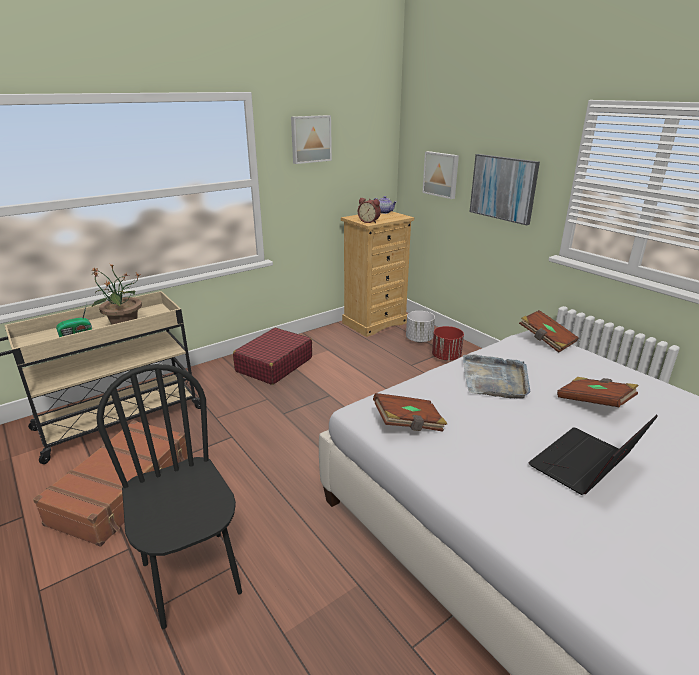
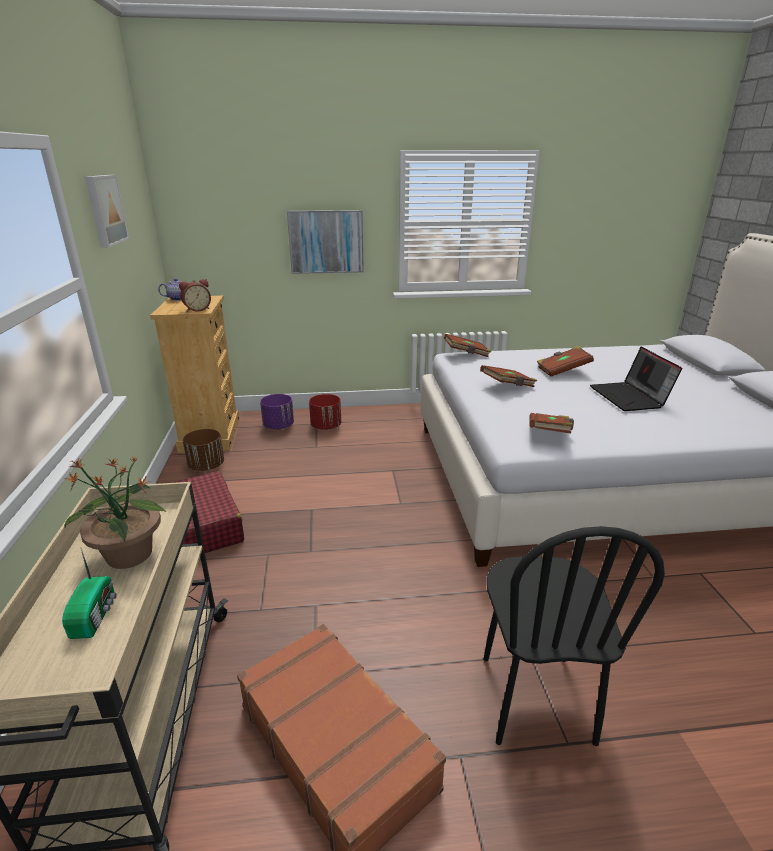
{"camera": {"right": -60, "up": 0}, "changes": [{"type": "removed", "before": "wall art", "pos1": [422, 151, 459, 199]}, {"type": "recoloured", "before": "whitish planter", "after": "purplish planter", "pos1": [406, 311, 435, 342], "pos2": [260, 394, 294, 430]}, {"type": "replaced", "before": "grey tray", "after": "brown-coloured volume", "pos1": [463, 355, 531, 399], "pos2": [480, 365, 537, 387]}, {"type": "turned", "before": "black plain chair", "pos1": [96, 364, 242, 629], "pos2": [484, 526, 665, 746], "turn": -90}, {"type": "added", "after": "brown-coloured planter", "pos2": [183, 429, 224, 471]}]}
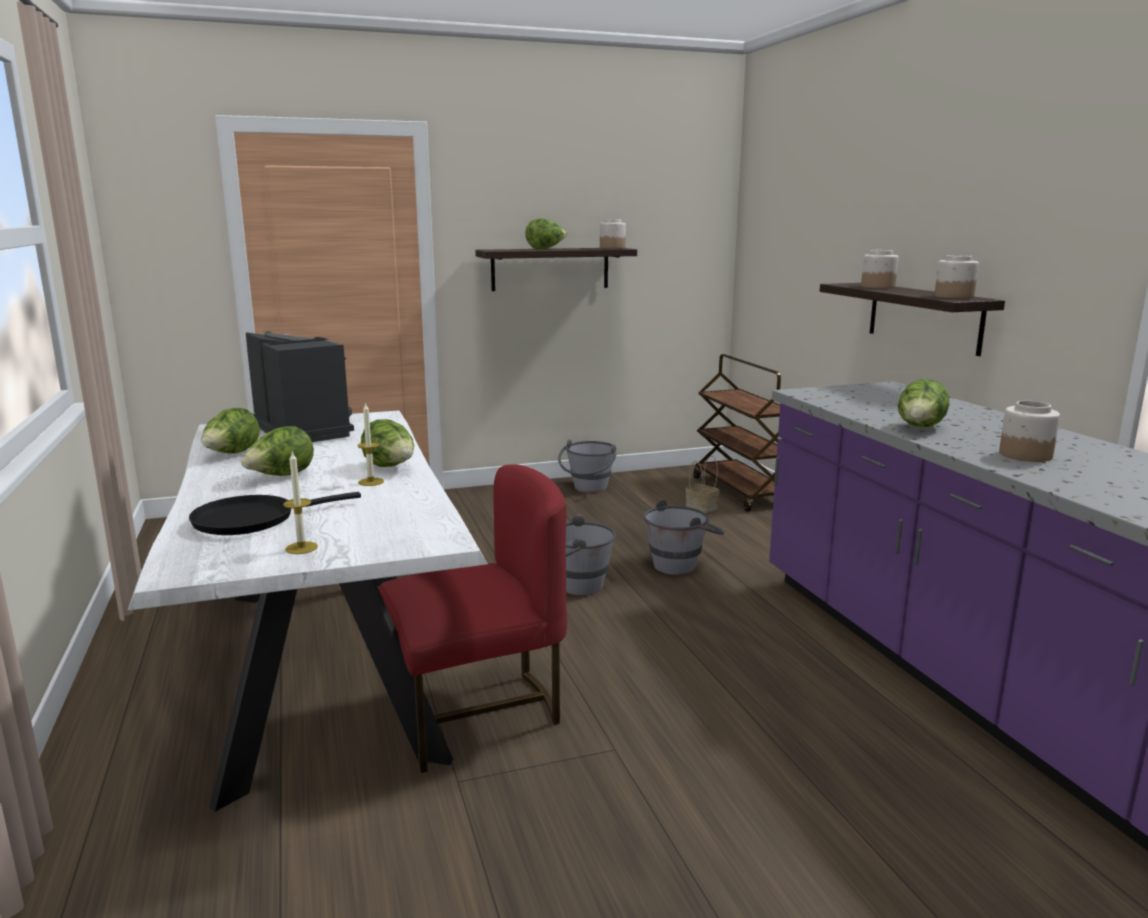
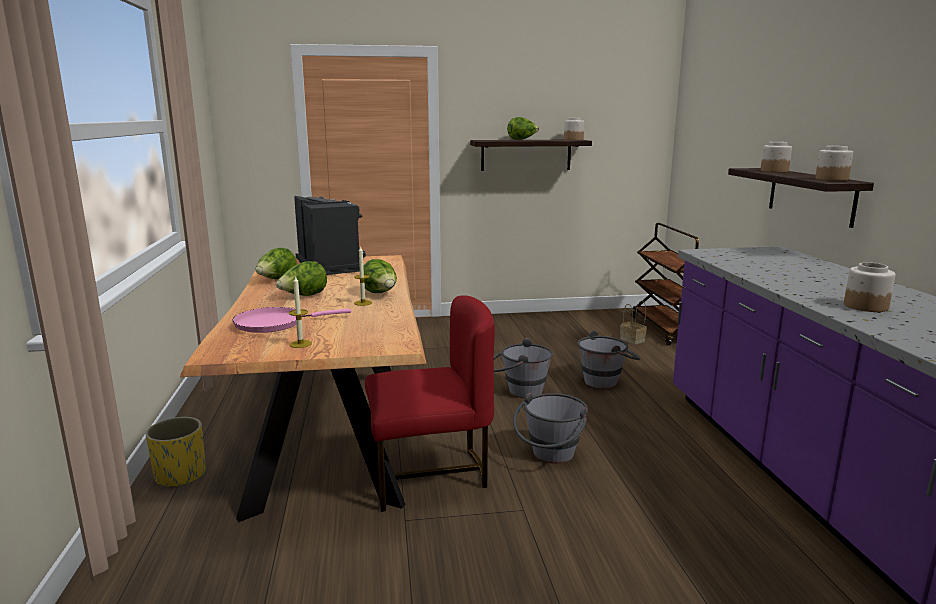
{"camera": {"right": 10, "up": 0}, "changes": [{"type": "removed", "before": "lettuce", "pos1": [898, 379, 949, 427]}, {"type": "recoloured", "before": "whitish kitchen table", "after": "brown-coloured kitchen table", "pos1": [128, 410, 488, 812], "pos2": [180, 255, 427, 522]}, {"type": "moved", "before": "grey water bucket", "pos1": [558, 439, 617, 493], "pos2": [513, 393, 588, 464]}, {"type": "recoloured", "before": "black frying pan", "after": "pink-coloured frying pan", "pos1": [189, 492, 361, 535], "pos2": [232, 307, 351, 333]}, {"type": "added", "after": "yellow planter", "pos2": [145, 417, 206, 489]}]}
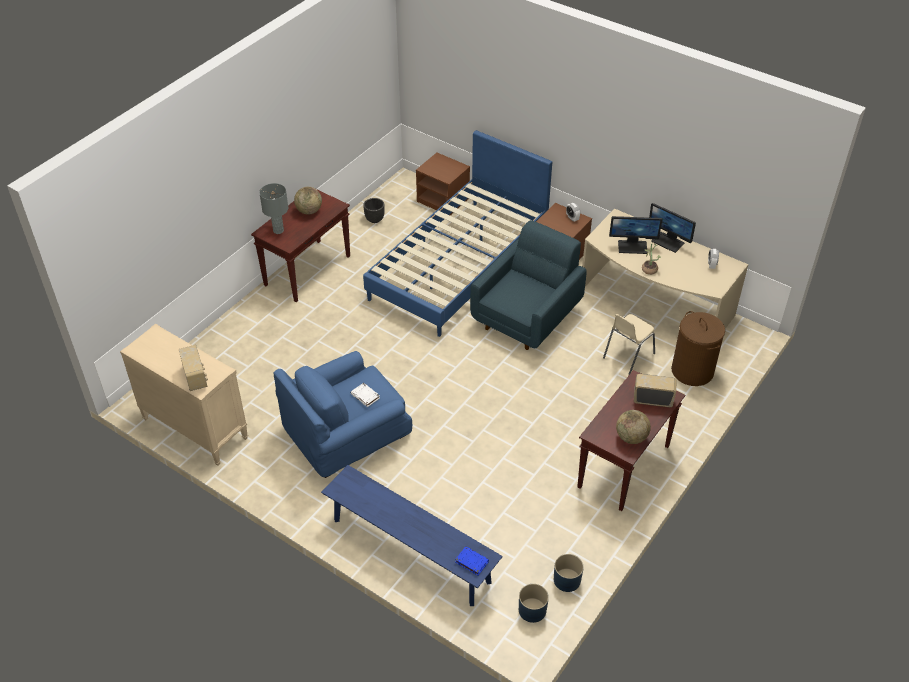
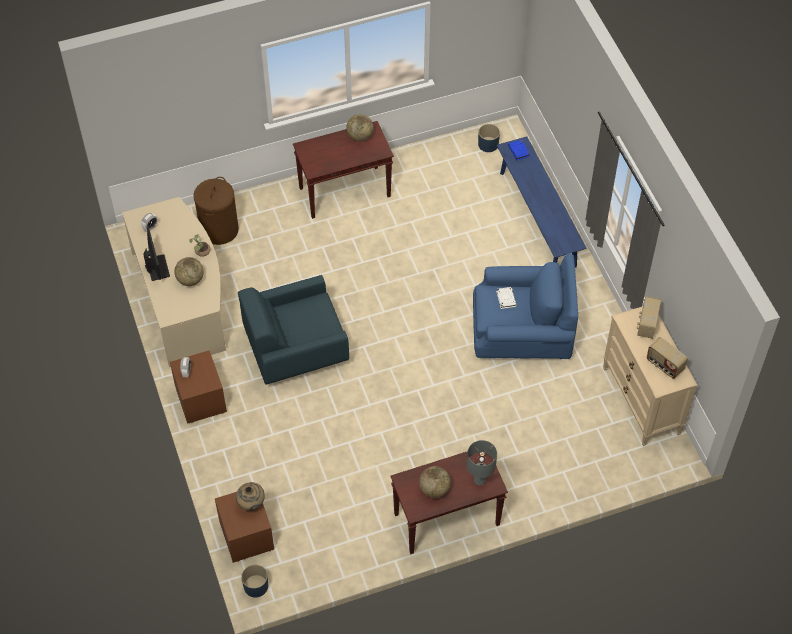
{"camera": {"right": -145, "up": 10}, "changes": [{"type": "removed", "before": "blue bed", "pos1": [363, 130, 552, 337]}, {"type": "removed", "before": "black planter", "pos1": [363, 198, 385, 223]}, {"type": "replaced", "before": "computer display", "after": "world globe", "pos1": [609, 216, 662, 254], "pos2": [174, 257, 204, 286]}, {"type": "removed", "before": "sand-coloured plain chair", "pos1": [603, 314, 655, 375]}, {"type": "moved", "before": "radio", "pos1": [634, 374, 677, 407], "pos2": [647, 337, 688, 379]}, {"type": "moved", "before": "blue planter", "pos1": [554, 554, 584, 592], "pos2": [241, 565, 268, 597]}, {"type": "added", "after": "sand-coloured decorative vase", "pos2": [236, 482, 265, 511]}]}
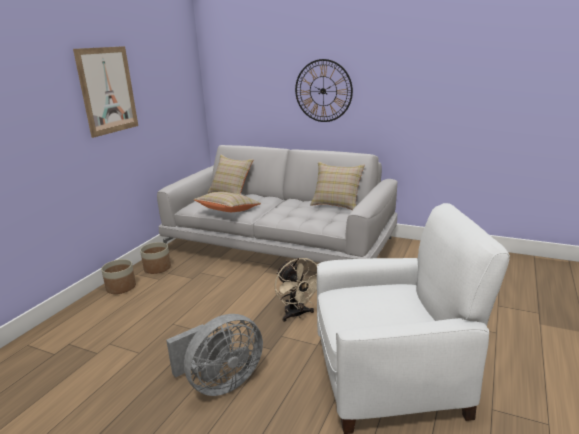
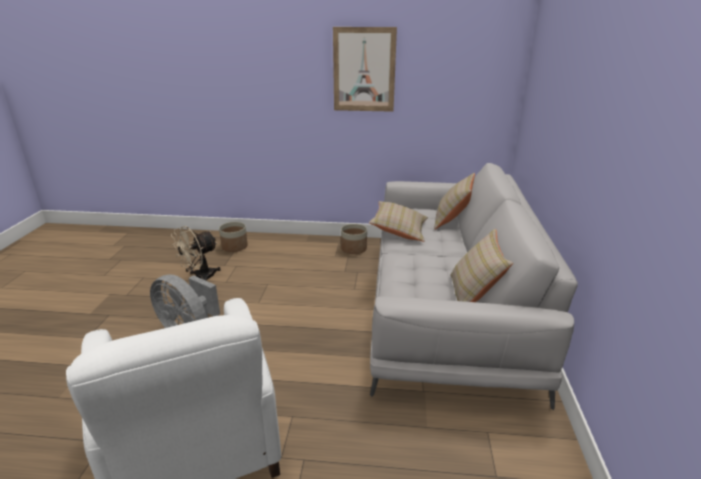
{"camera": {"right": 70, "up": 5}, "changes": [{"type": "removed", "before": "clock on the wall", "pos1": [295, 59, 353, 122]}, {"type": "moved", "before": "sand-coloured cooling fan", "pos1": [275, 258, 317, 322], "pos2": [171, 226, 221, 281]}, {"type": "moved", "before": "planter", "pos1": [101, 259, 136, 294], "pos2": [219, 222, 248, 252]}]}
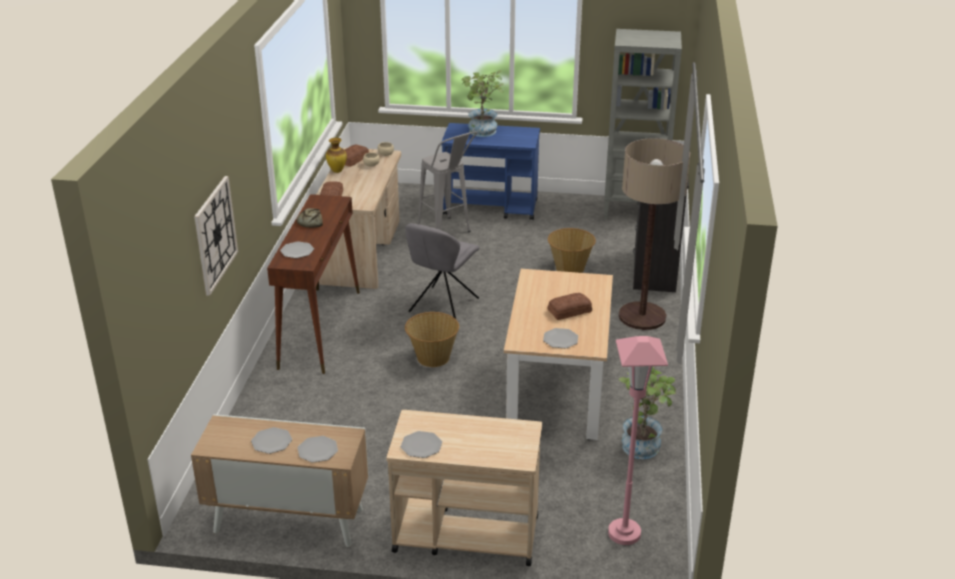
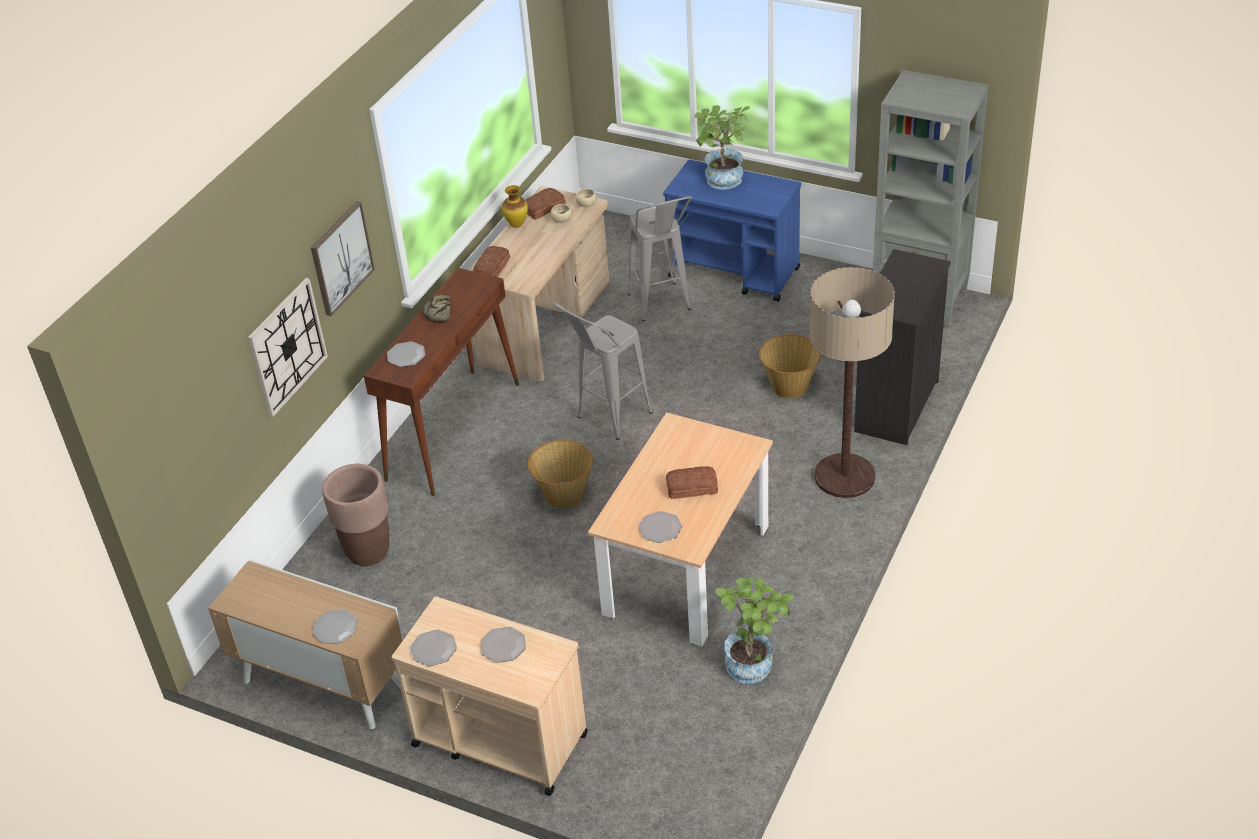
{"camera": {"right": 20, "up": 10}, "changes": [{"type": "replaced", "before": "grey plain chair", "after": "grey stool seat", "pos1": [405, 223, 480, 319], "pos2": [553, 302, 653, 440]}, {"type": "removed", "before": "pink-coloured standard lamp", "pos1": [608, 336, 668, 545]}, {"type": "moved", "before": "dinner plate", "pos1": [251, 427, 292, 454], "pos2": [480, 627, 526, 663]}, {"type": "added", "after": "wall art", "pos2": [311, 201, 375, 316]}, {"type": "added", "after": "brown-coloured planter", "pos2": [322, 464, 390, 566]}]}
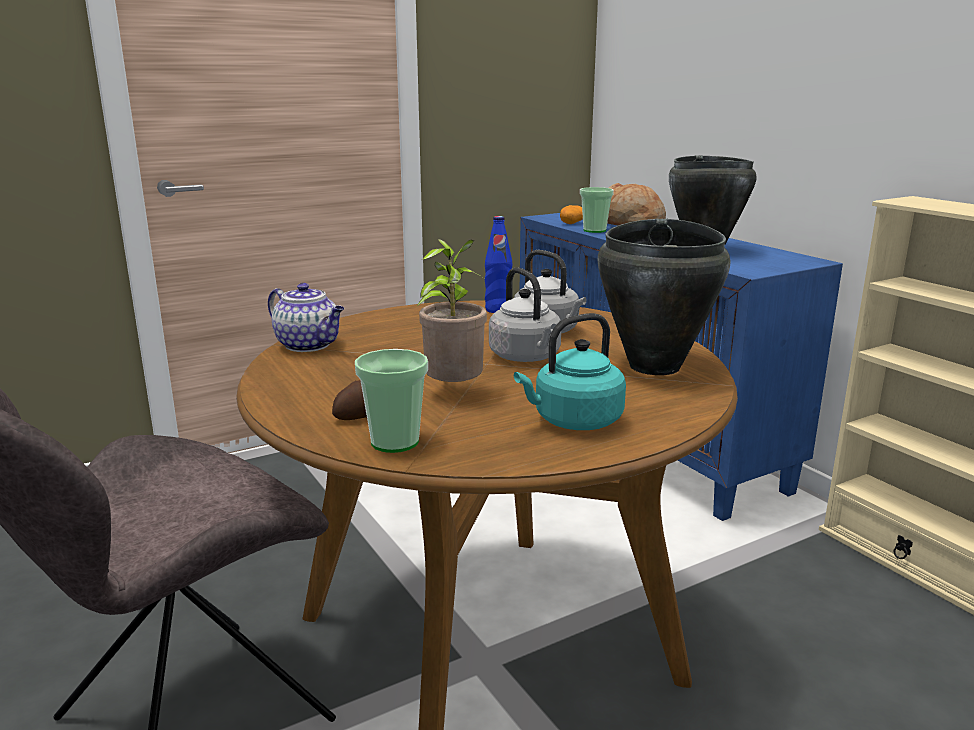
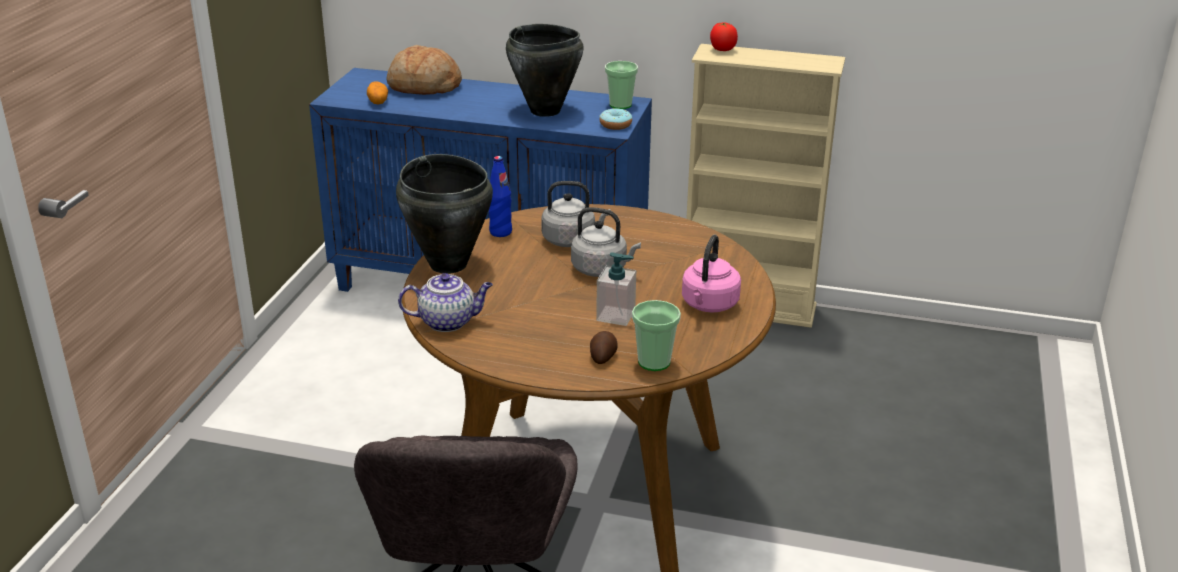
{"camera": {"right": -45, "up": 10}, "changes": [{"type": "moved", "before": "drinking cup", "pos1": [580, 187, 614, 233], "pos2": [605, 61, 638, 109]}, {"type": "moved", "before": "black saucepot", "pos1": [598, 218, 731, 375], "pos2": [396, 154, 493, 274]}, {"type": "replaced", "before": "houseplant", "after": "soap dispenser", "pos1": [417, 239, 487, 382], "pos2": [596, 252, 636, 326]}, {"type": "recoloured", "before": "blue-green water kettle", "after": "pink-coloured water kettle", "pos1": [514, 313, 626, 430], "pos2": [682, 235, 741, 312]}, {"type": "added", "after": "tomato", "pos2": [710, 23, 738, 51]}, {"type": "added", "after": "ring doughnut", "pos2": [599, 108, 632, 130]}]}
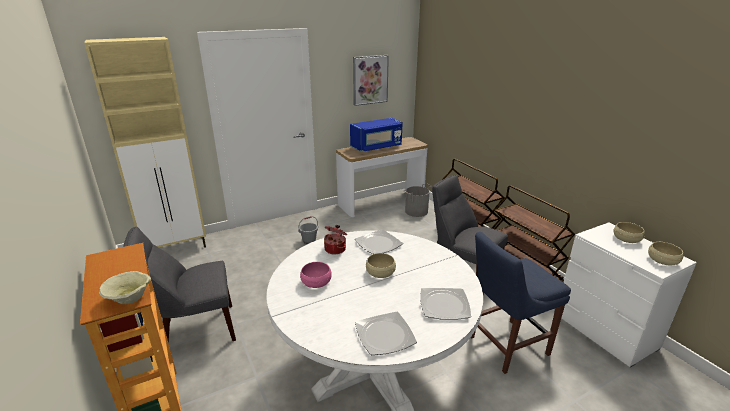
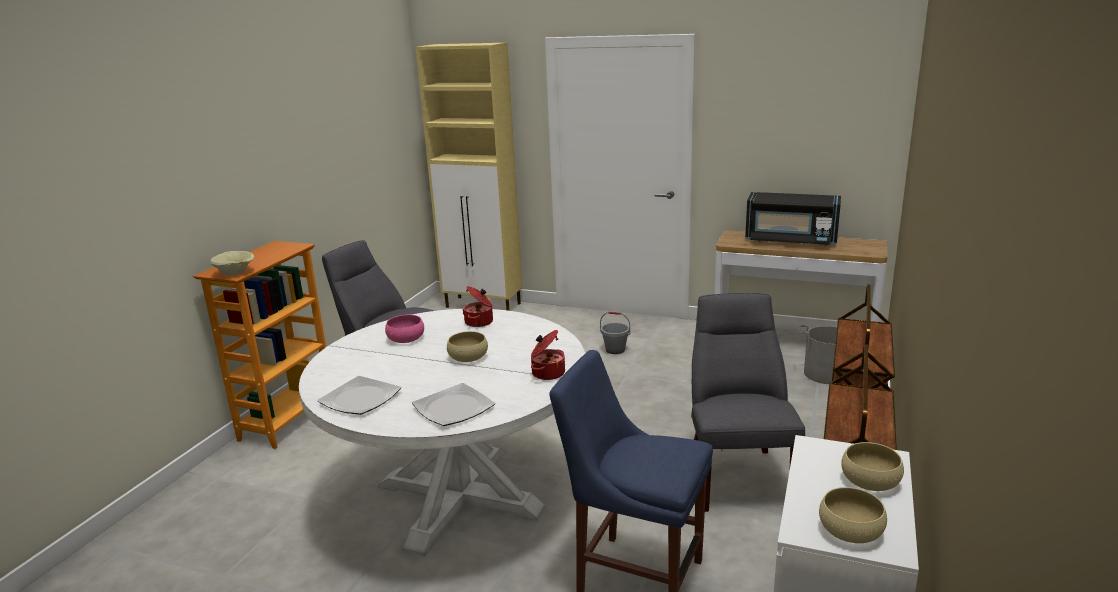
{"camera": {"right": 50, "up": -5}, "changes": [{"type": "removed", "before": "wall art", "pos1": [353, 55, 389, 106]}, {"type": "recoloured", "before": "blue kitchen microwave", "after": "black kitchen microwave", "pos1": [350, 118, 403, 152], "pos2": [745, 192, 841, 246]}, {"type": "removed", "before": "dinner plate", "pos1": [355, 229, 403, 254]}, {"type": "added", "after": "saucepot", "pos2": [531, 330, 565, 380]}]}
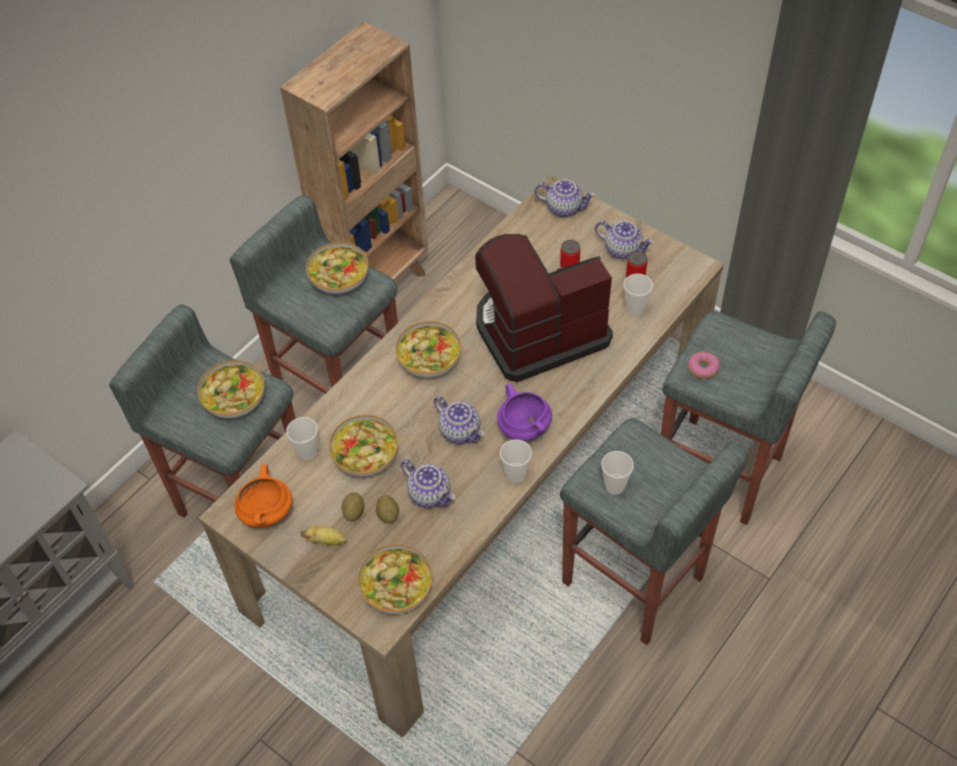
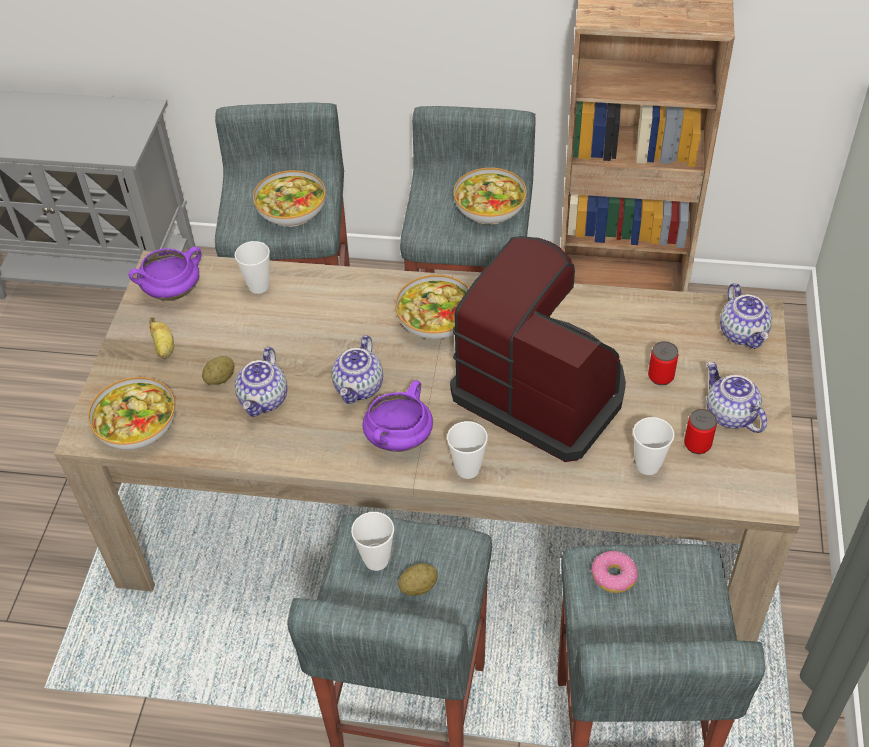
{"camera": {"right": 60, "up": -5}, "changes": [{"type": "turned", "before": "pot for tea", "pos1": [595, 221, 654, 260], "pos2": [707, 362, 767, 433], "turn": 150}, {"type": "removed", "before": "deep dish", "pos1": [329, 415, 398, 477]}, {"type": "moved", "before": "drinking cup", "pos1": [500, 439, 532, 483], "pos2": [447, 421, 488, 479]}, {"type": "recoloured", "before": "orangey saucepot", "after": "purplish saucepot", "pos1": [234, 464, 292, 528], "pos2": [129, 247, 201, 301]}, {"type": "moved", "before": "potato", "pos1": [341, 492, 365, 522], "pos2": [398, 563, 438, 596]}]}
